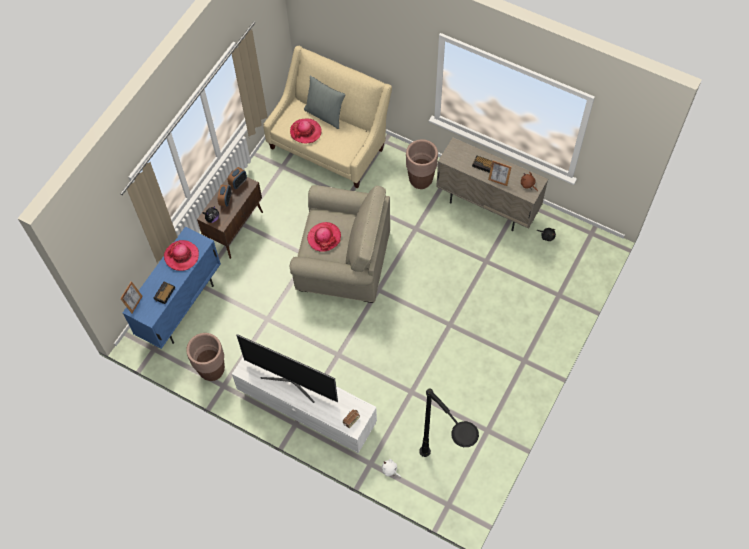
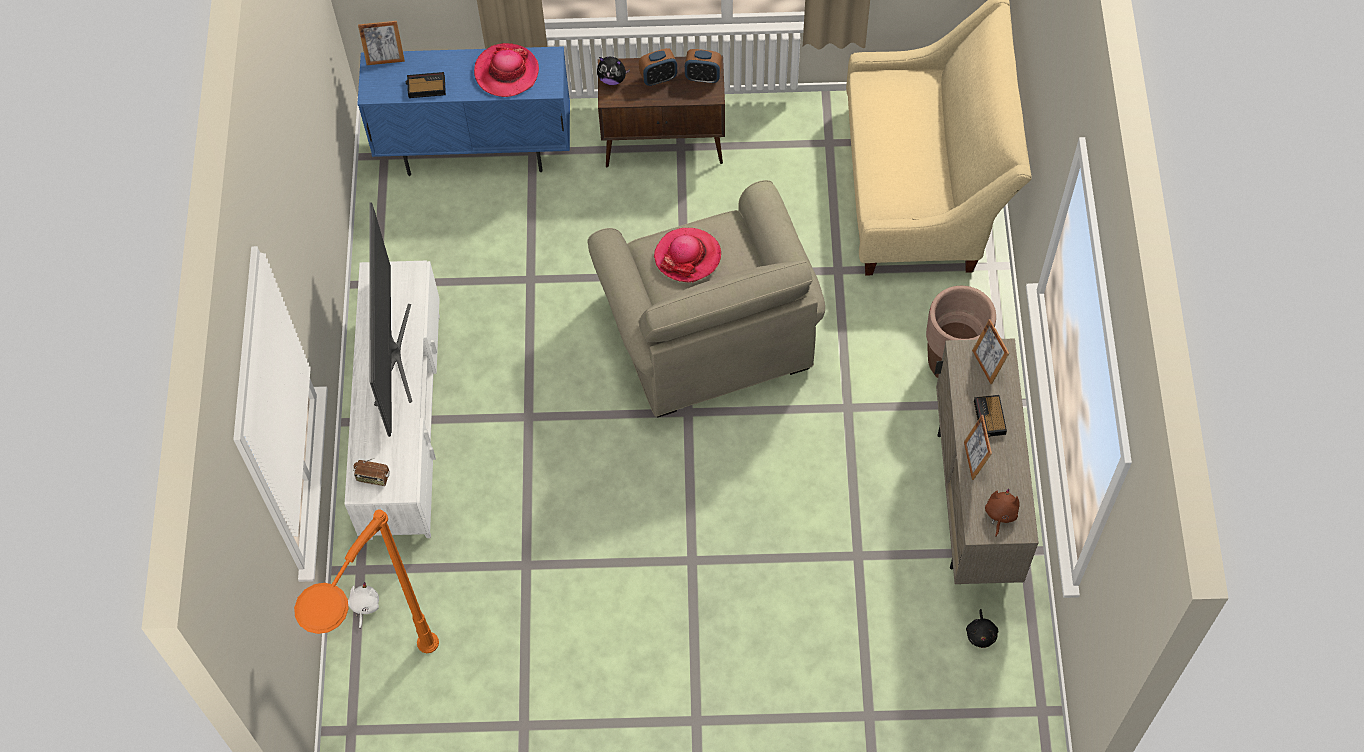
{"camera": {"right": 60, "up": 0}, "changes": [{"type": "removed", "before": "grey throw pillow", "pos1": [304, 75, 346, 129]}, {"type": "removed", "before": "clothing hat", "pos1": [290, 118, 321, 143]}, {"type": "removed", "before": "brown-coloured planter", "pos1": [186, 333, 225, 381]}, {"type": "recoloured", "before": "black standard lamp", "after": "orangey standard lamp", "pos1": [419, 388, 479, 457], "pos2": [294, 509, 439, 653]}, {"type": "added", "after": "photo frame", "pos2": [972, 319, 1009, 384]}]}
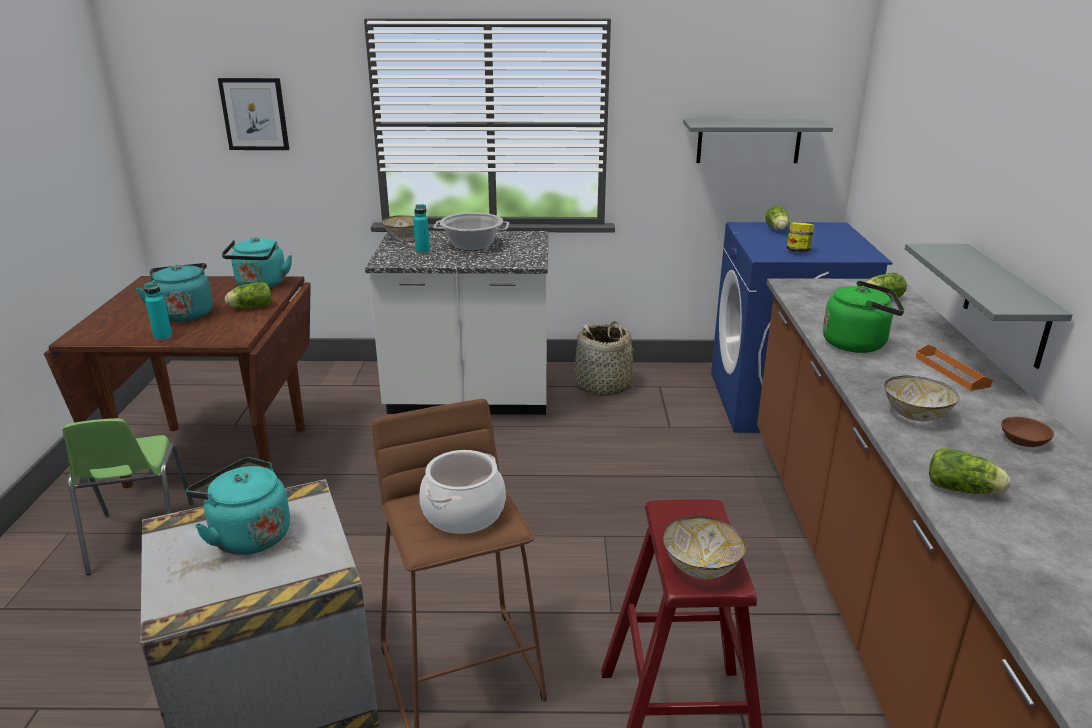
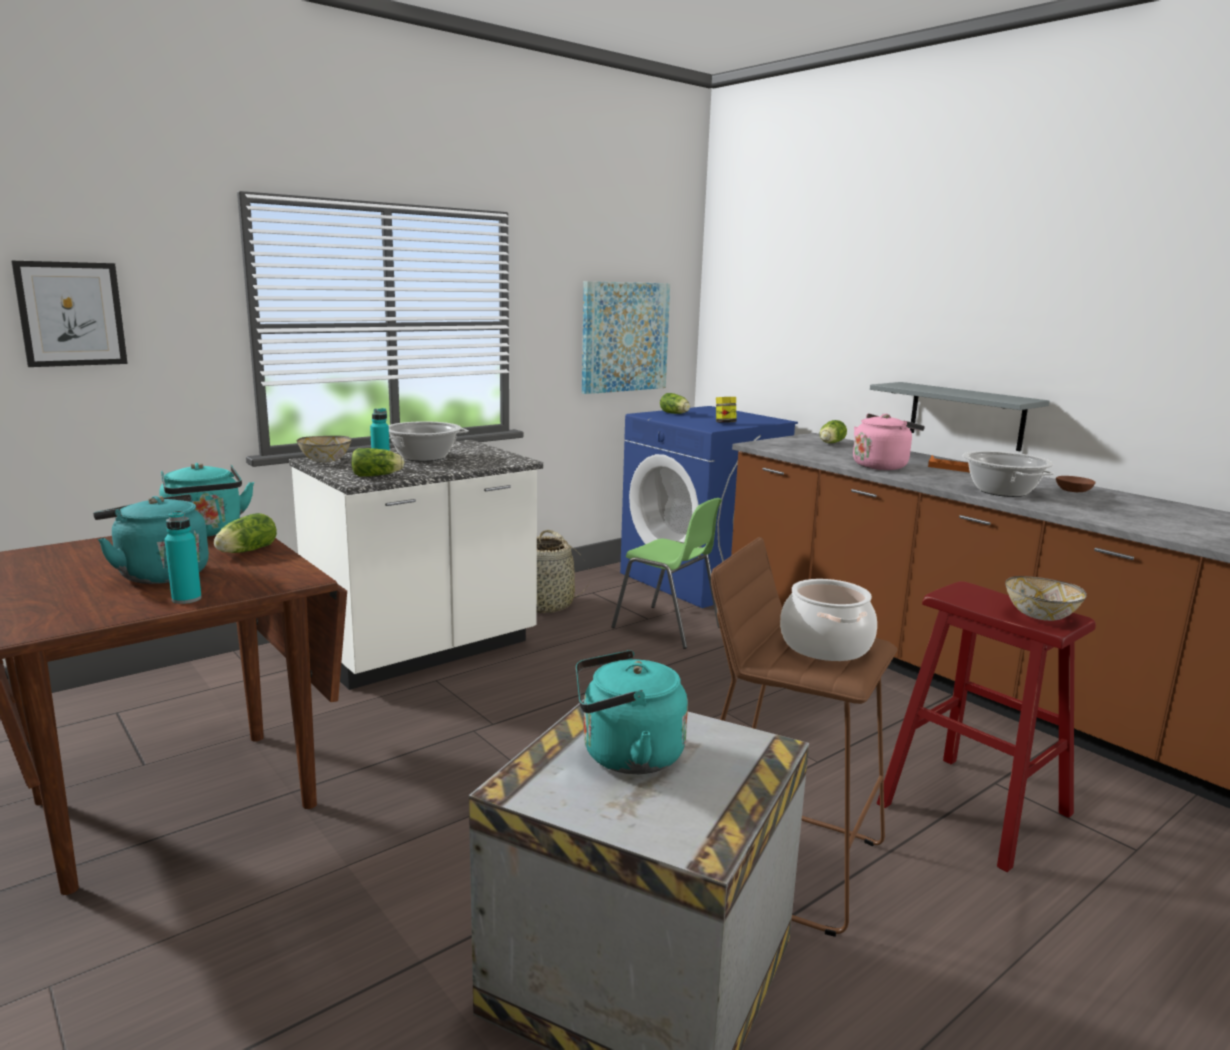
{"camera": {"right": -40, "up": -10}, "changes": [{"type": "replaced", "before": "grey shelf", "after": "wall art", "pos1": [683, 119, 833, 163], "pos2": [582, 281, 670, 394]}, {"type": "recoloured", "before": "greenish water kettle", "after": "pink-coloured water kettle", "pos1": [823, 281, 904, 353], "pos2": [853, 413, 925, 470]}, {"type": "replaced", "before": "deep dish", "after": "saucepot", "pos1": [884, 375, 959, 421], "pos2": [963, 451, 1054, 497]}, {"type": "moved", "before": "greenish plain chair", "pos1": [62, 418, 194, 575], "pos2": [611, 498, 722, 649]}, {"type": "moved", "before": "lettuce", "pos1": [929, 448, 1011, 494], "pos2": [351, 448, 404, 477]}]}
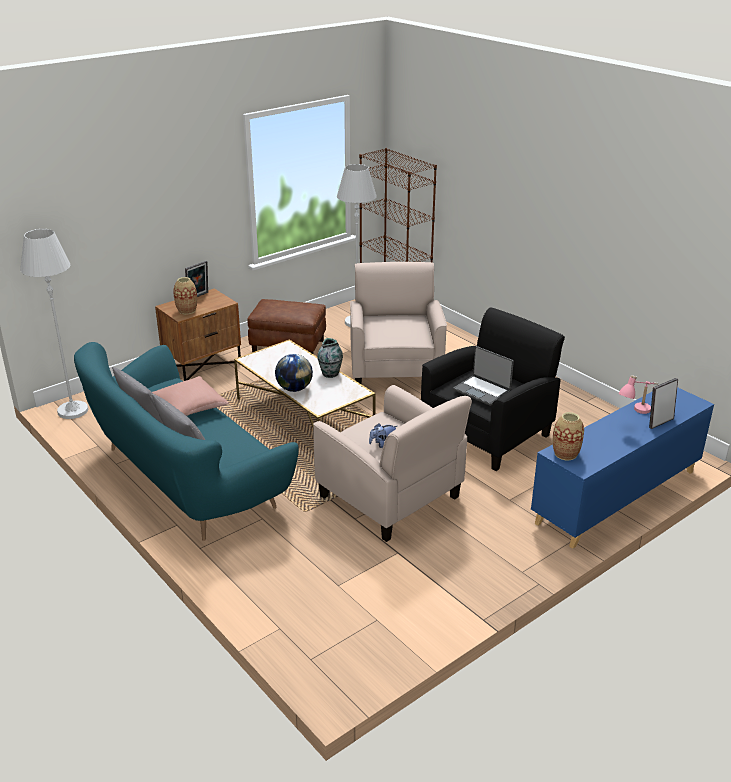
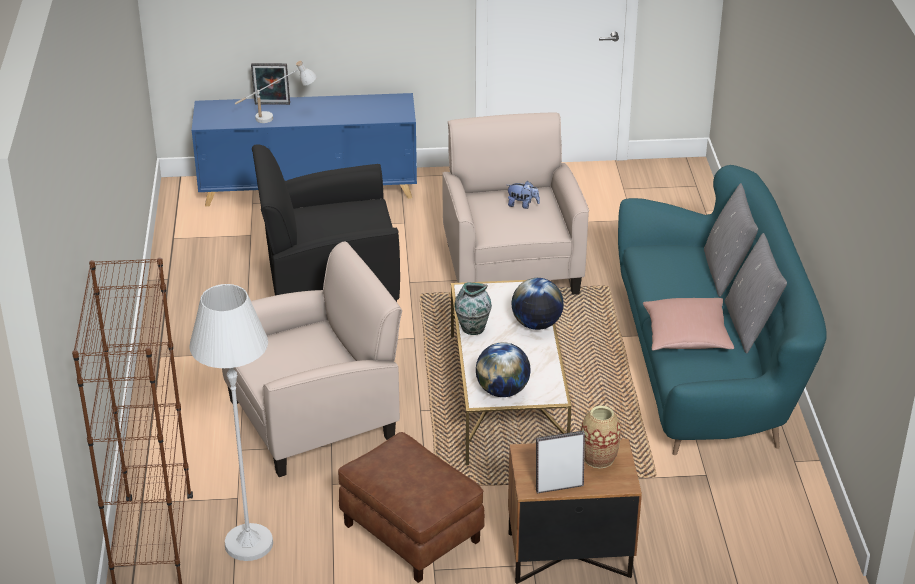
{"camera": {"right": -145, "up": 5}, "changes": [{"type": "removed", "before": "whitish standard lamp", "pos1": [20, 229, 88, 419]}, {"type": "turned", "before": "sand-coloured lounge chair", "pos1": [350, 262, 447, 384], "pos2": [222, 242, 402, 477], "turn": -150}, {"type": "removed", "before": "laptop", "pos1": [453, 346, 514, 406]}, {"type": "recoloured", "before": "pink-coloured table lamp", "after": "whitish table lamp", "pos1": [618, 375, 658, 414], "pos2": [235, 61, 317, 123]}, {"type": "removed", "before": "decorative vase", "pos1": [553, 412, 584, 460]}, {"type": "added", "after": "world globe", "pos2": [476, 342, 531, 397]}]}
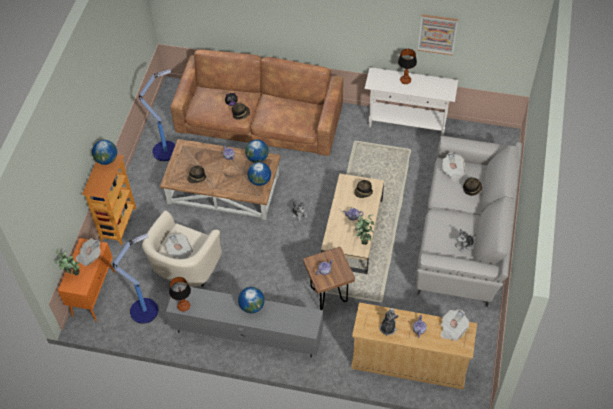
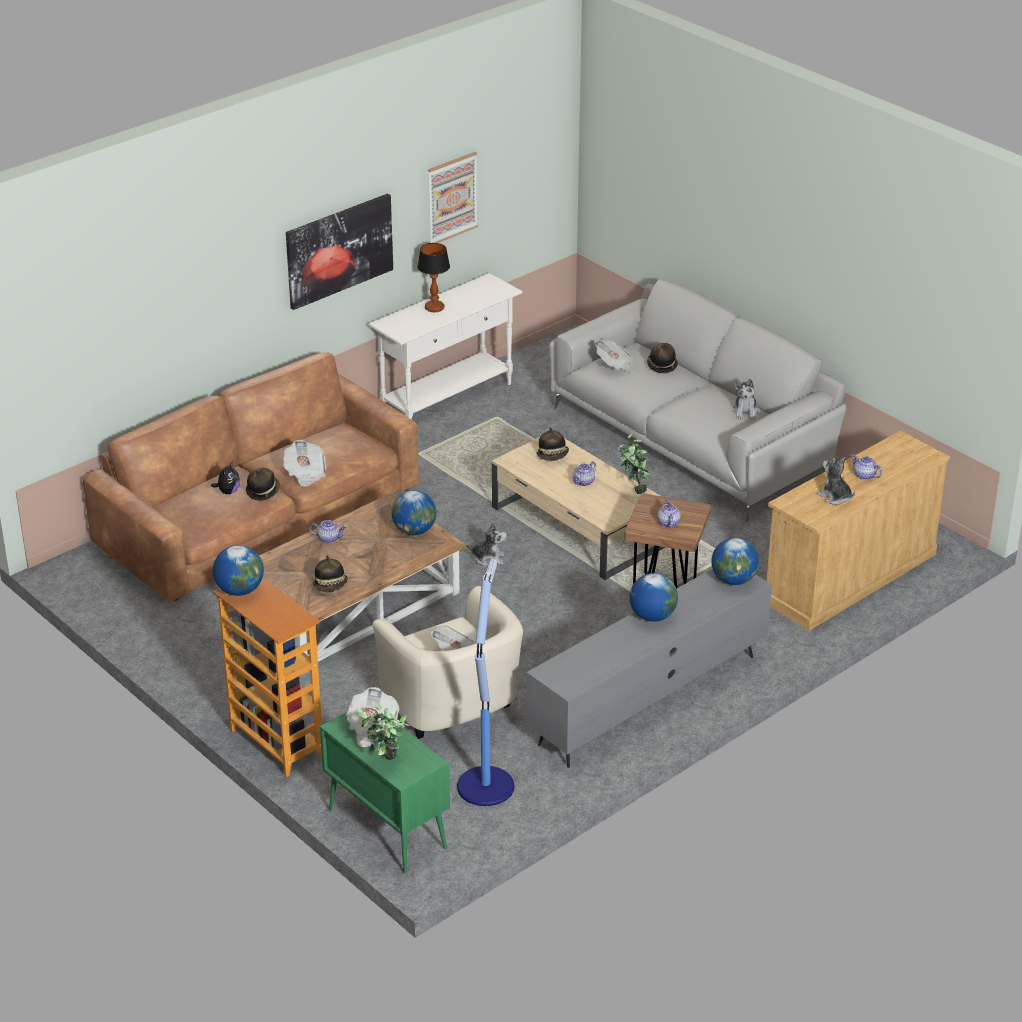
{"camera": {"right": -55, "up": -20}, "changes": [{"type": "removed", "before": "standard lamp", "pos1": [139, 69, 176, 161]}, {"type": "moved", "before": "world globe", "pos1": [245, 140, 269, 163], "pos2": [711, 538, 759, 585]}, {"type": "recoloured", "before": "orangey cabinet", "after": "greenish cabinet", "pos1": [58, 238, 115, 322], "pos2": [320, 712, 450, 873]}, {"type": "removed", "before": "table lamp", "pos1": [169, 277, 191, 312]}, {"type": "moved", "before": "daily paper", "pos1": [440, 310, 469, 341], "pos2": [283, 440, 326, 487]}, {"type": "added", "after": "wall art", "pos2": [286, 193, 393, 310]}]}
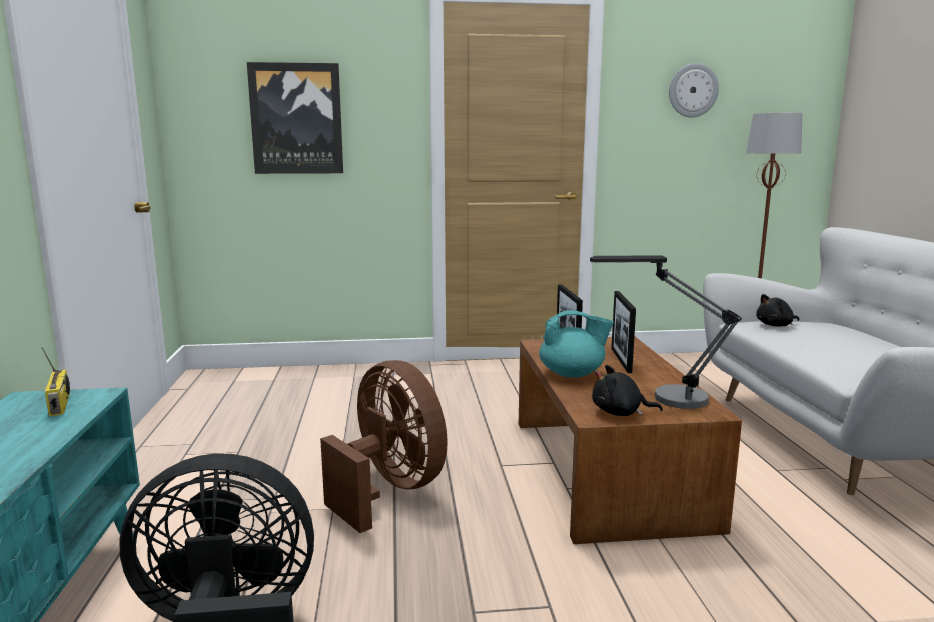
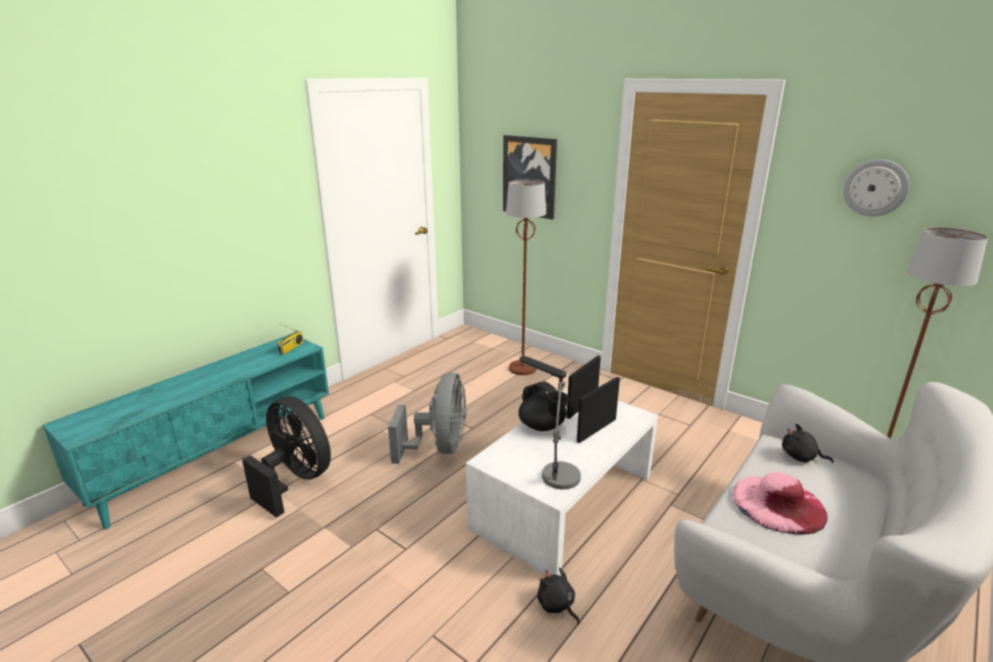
{"camera": {"right": 45, "up": 10}, "changes": [{"type": "recoloured", "before": "blue-green pot for tea", "after": "black pot for tea", "pos1": [539, 310, 614, 377], "pos2": [518, 381, 569, 431]}, {"type": "recoloured", "before": "brown-coloured lounge table", "after": "whitish lounge table", "pos1": [519, 336, 742, 544], "pos2": [466, 390, 658, 576]}, {"type": "recoloured", "before": "brown-coloured cooling fan", "after": "grey cooling fan", "pos1": [320, 360, 448, 533], "pos2": [388, 372, 467, 464]}, {"type": "moved", "before": "black cuddly toy", "pos1": [592, 365, 663, 416], "pos2": [537, 568, 580, 624]}, {"type": "added", "after": "brown-coloured standard lamp", "pos2": [506, 180, 546, 375]}, {"type": "added", "after": "pink-coloured clothing hat", "pos2": [733, 472, 828, 535]}]}
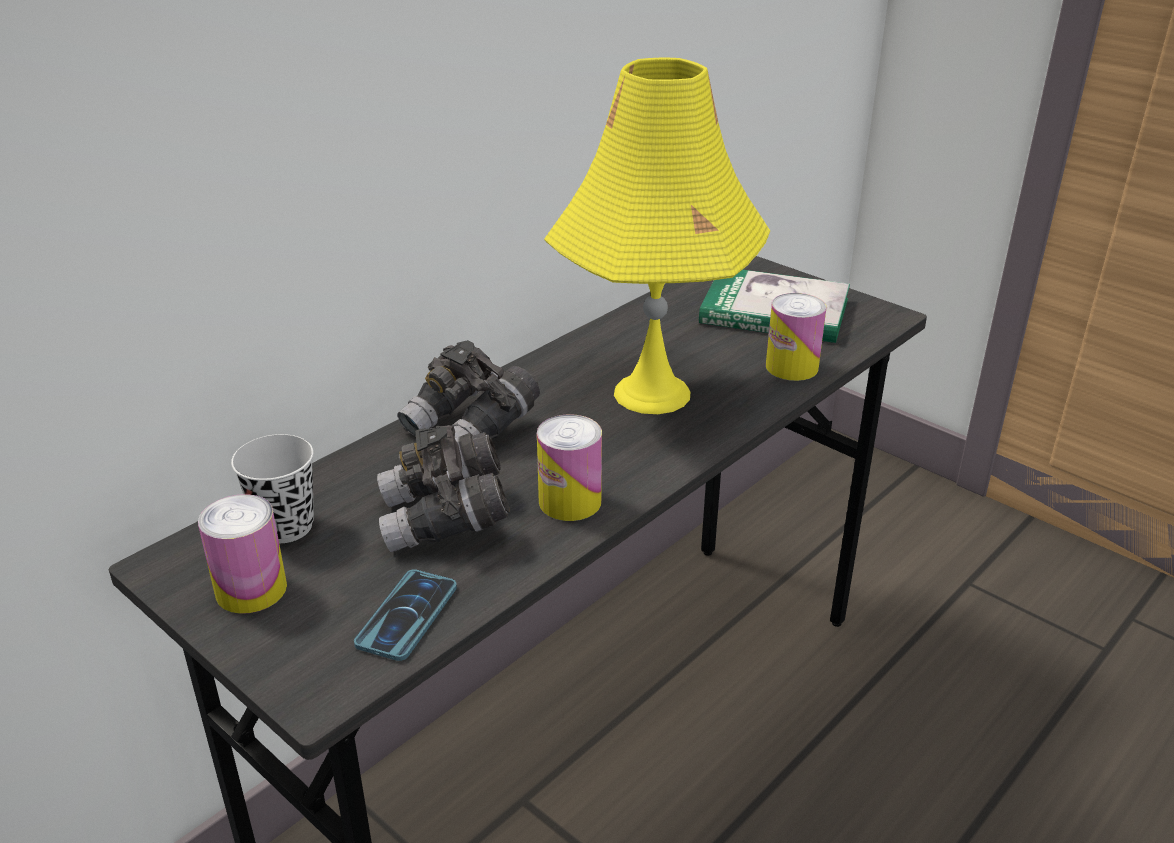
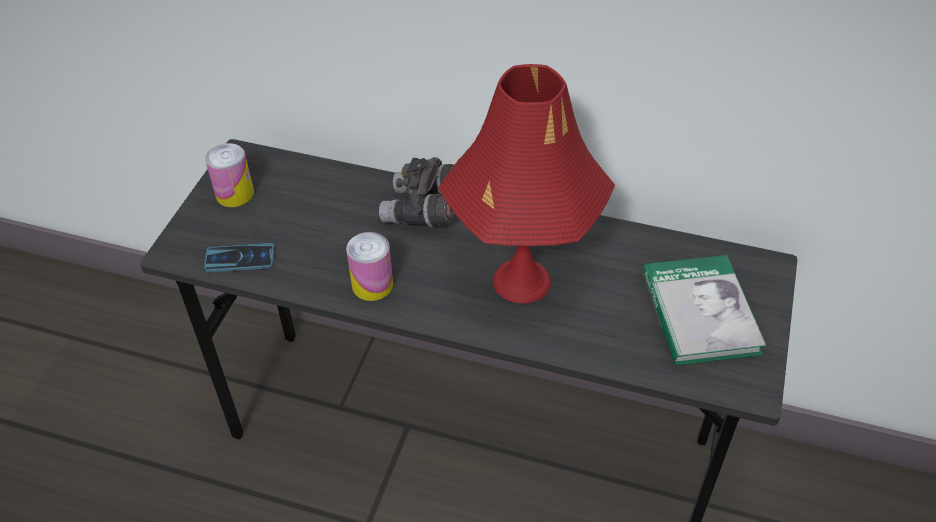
{"camera": {"right": 65, "up": 15}, "changes": [{"type": "recoloured", "before": "yellow table lamp", "after": "red-coloured table lamp", "pos1": [544, 58, 770, 414], "pos2": [438, 64, 615, 303]}, {"type": "removed", "before": "sealed can", "pos1": [766, 293, 827, 381]}, {"type": "removed", "before": "grey field glasses", "pos1": [377, 425, 510, 552]}, {"type": "removed", "before": "black drinking cup", "pos1": [231, 434, 314, 543]}]}
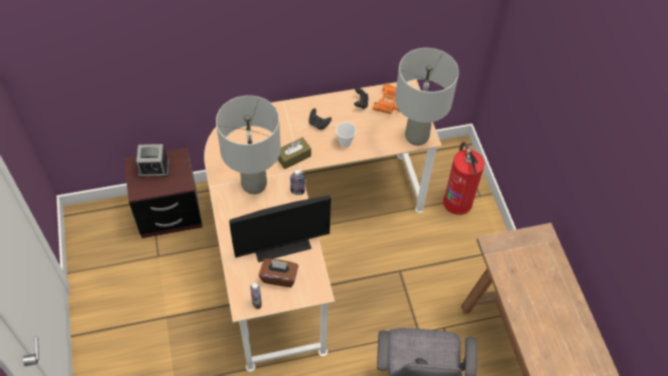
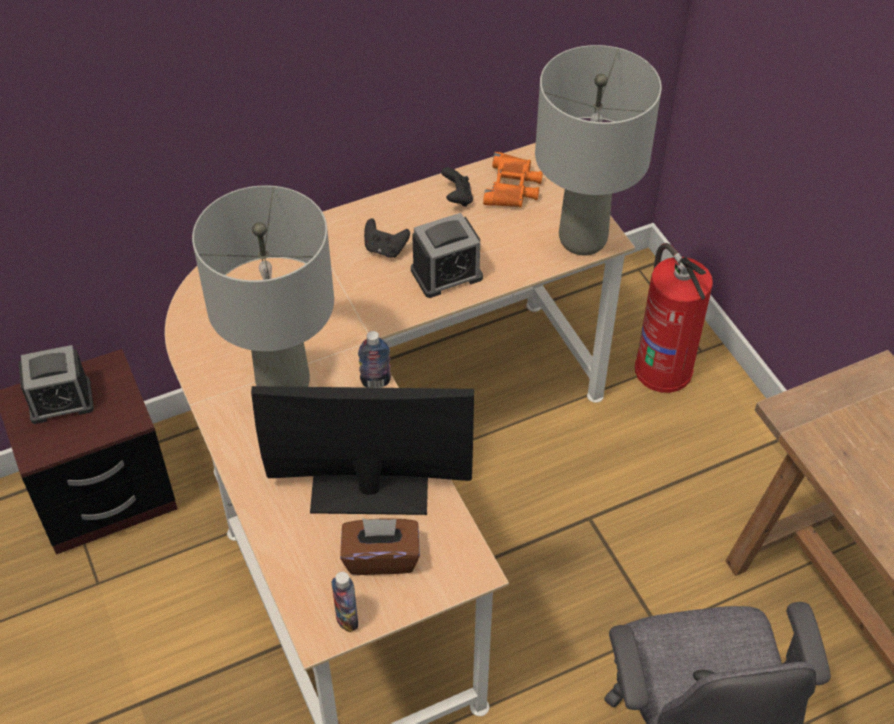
{"camera": {"right": -10, "up": -5}, "changes": [{"type": "replaced", "before": "drinking cup", "after": "alarm clock", "pos1": [336, 122, 356, 147], "pos2": [411, 213, 483, 298]}, {"type": "removed", "before": "brown-coloured tissue box", "pos1": [278, 137, 311, 169]}, {"type": "turned", "before": "computer display", "pos1": [229, 195, 331, 262], "pos2": [251, 386, 474, 515], "turn": -150}]}
